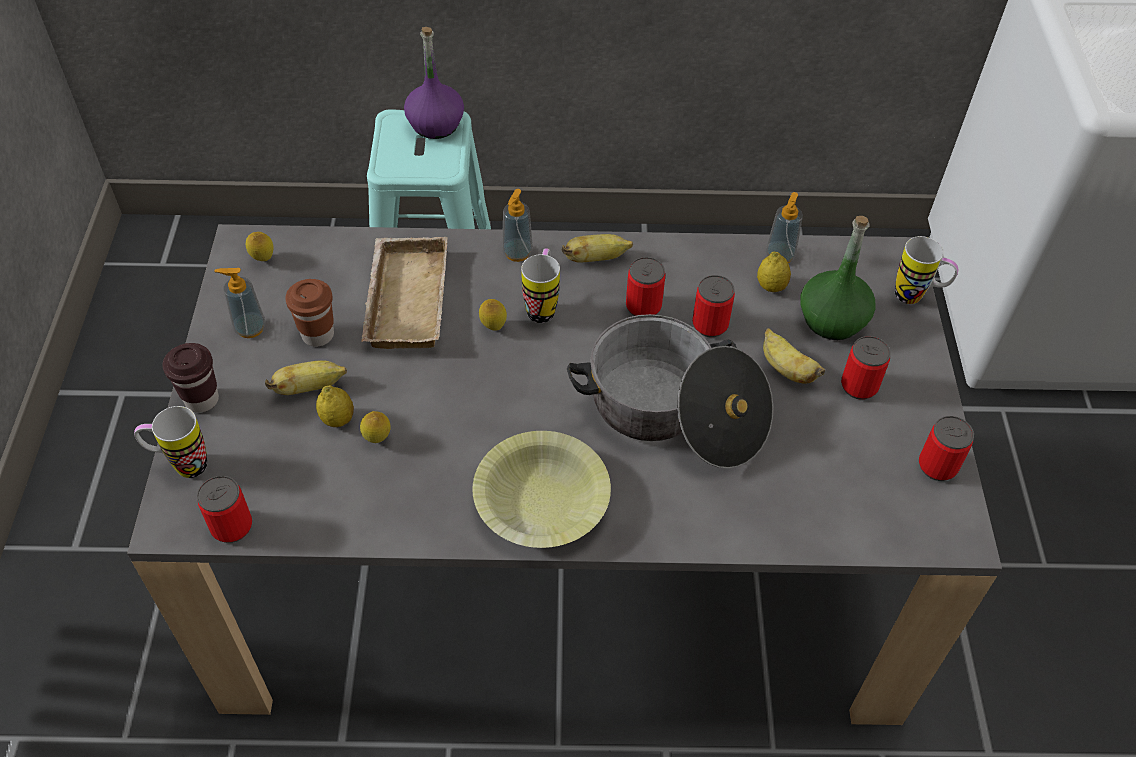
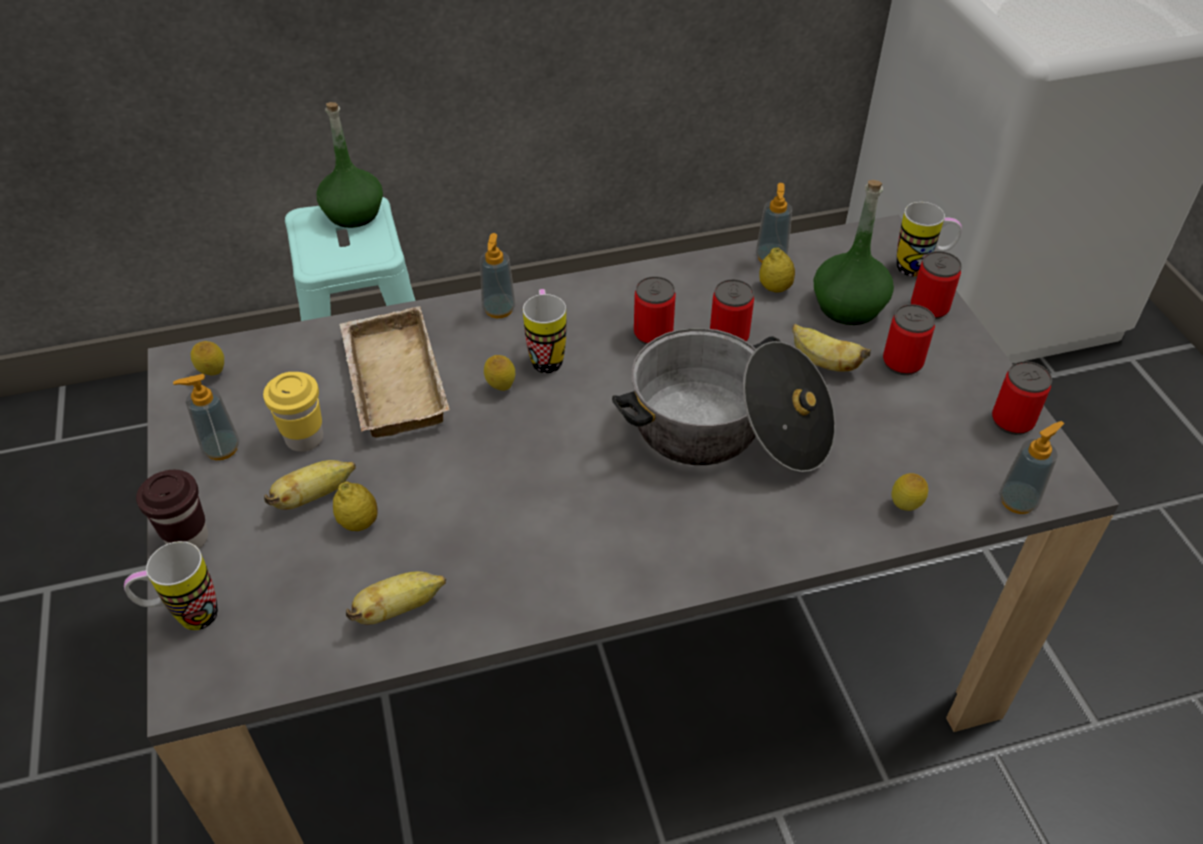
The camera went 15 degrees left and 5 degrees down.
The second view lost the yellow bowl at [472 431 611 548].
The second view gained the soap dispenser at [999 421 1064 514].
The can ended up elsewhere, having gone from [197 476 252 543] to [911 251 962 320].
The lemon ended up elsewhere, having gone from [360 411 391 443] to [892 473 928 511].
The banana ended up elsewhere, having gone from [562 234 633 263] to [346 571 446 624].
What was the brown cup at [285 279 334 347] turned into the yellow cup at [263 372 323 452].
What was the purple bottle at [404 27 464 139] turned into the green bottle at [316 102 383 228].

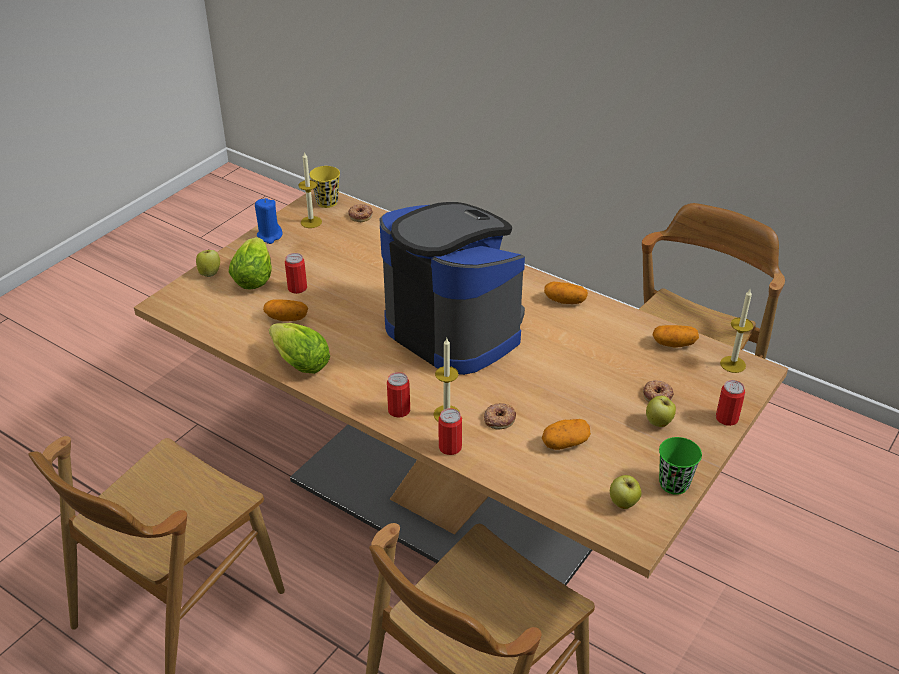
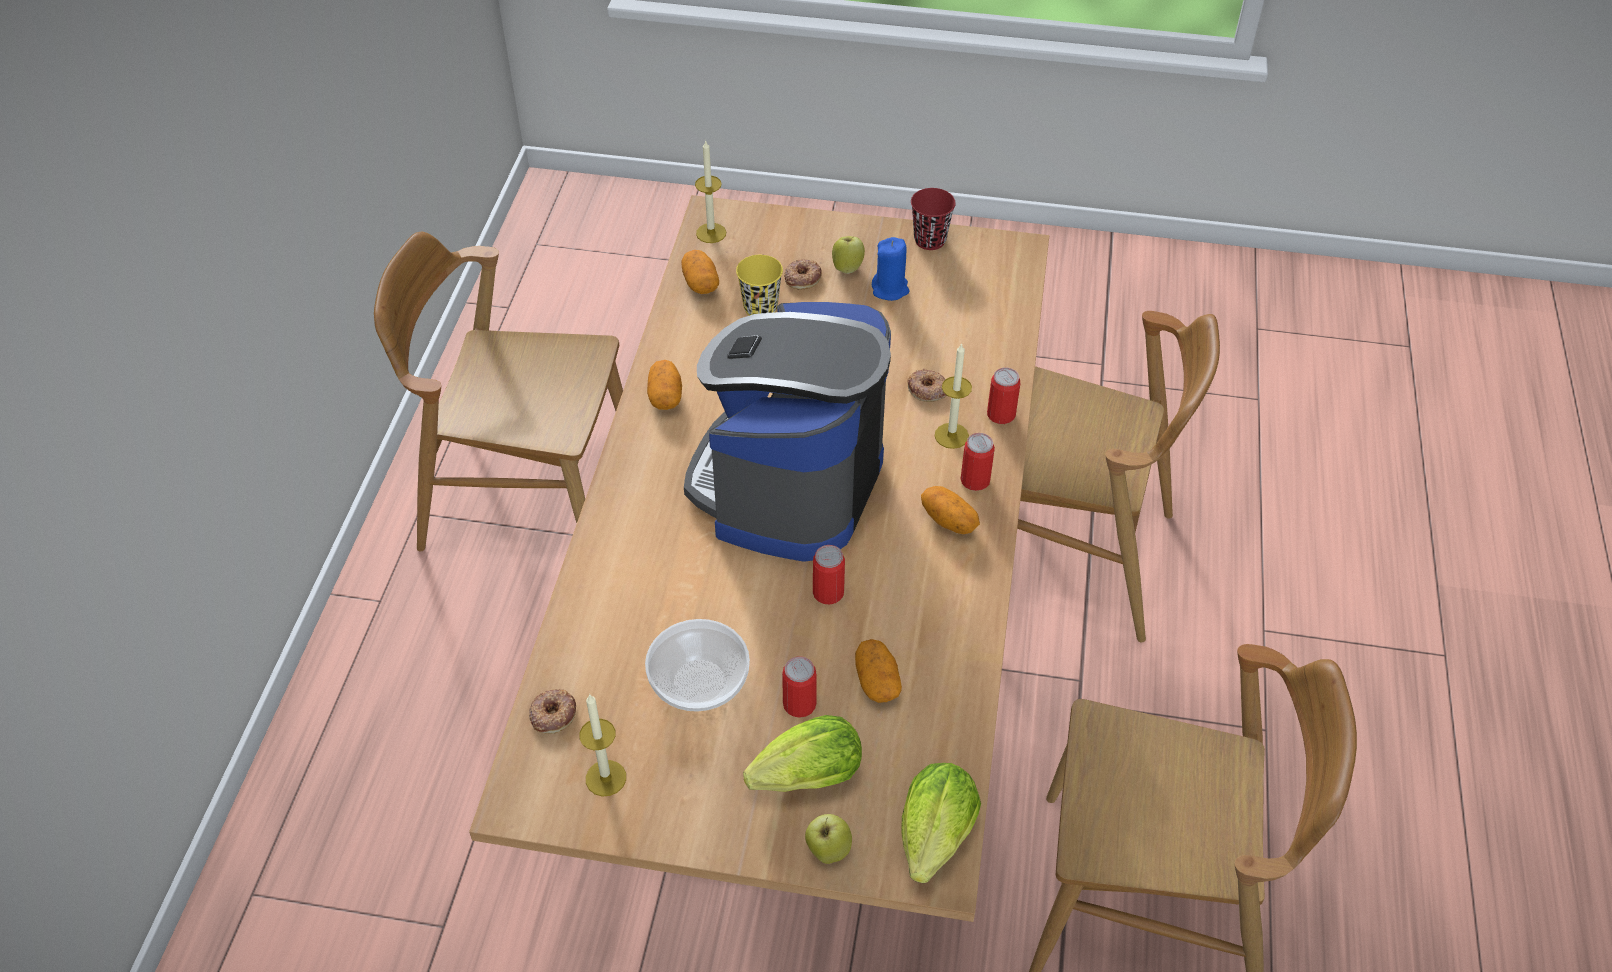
The camera went 115 degrees left and 10 degrees up.
The second view lost the apple at [610 475 641 509].
The second view gained the bowl at [645 619 750 712].
The blue candle ended up elsewhere, having gone from [255 198 283 244] to [872 237 910 301].
The lettuce ended up elsewhere, having gone from [269 323 330 374] to [901 763 981 883].
The yellow cup ended up elsewhere, having gone from [310 166 340 208] to [736 255 783 316].
The potato ended up elsewhere, having gone from [542 419 591 450] to [921 486 980 534].
The can ended up elsewhere, having gone from [716 380 745 426] to [813 545 845 604].
What was the green cup at [659 437 702 495] turned into the red cup at [911 188 956 250].

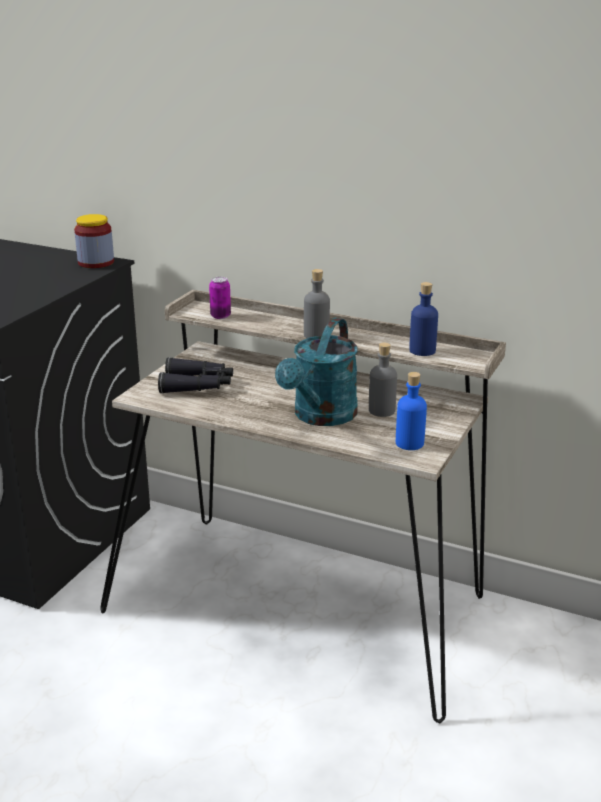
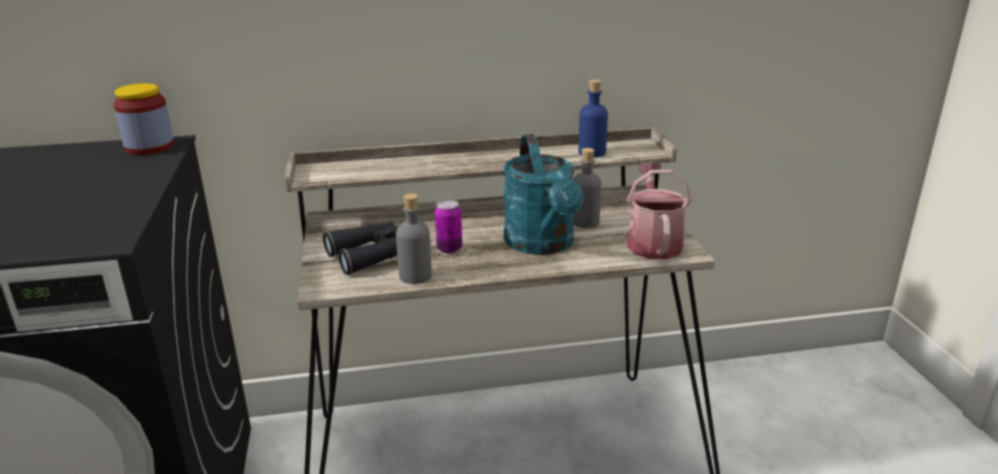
The camera went 35 degrees left and 0 degrees up.
The can ended up elsewhere, having gone from [209 277 231 319] to [435 200 462 254].
The grey bottle ended up elsewhere, having gone from [304 269 330 338] to [396 193 432 284].
Where the blue bottle stood at [396 372 427 450], the watering can came to stand at [627 162 691 259].

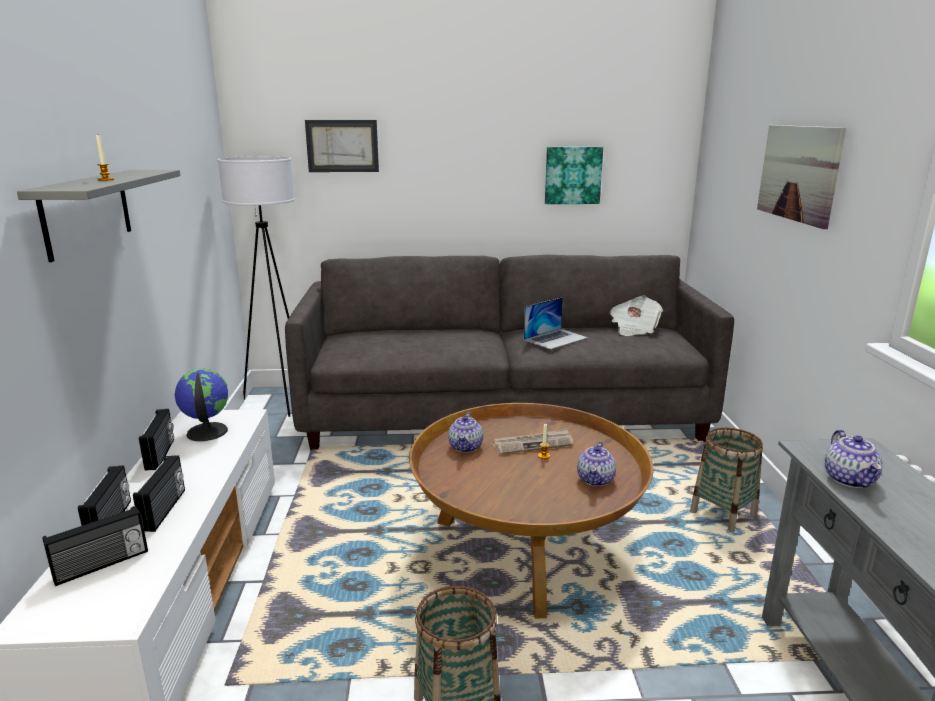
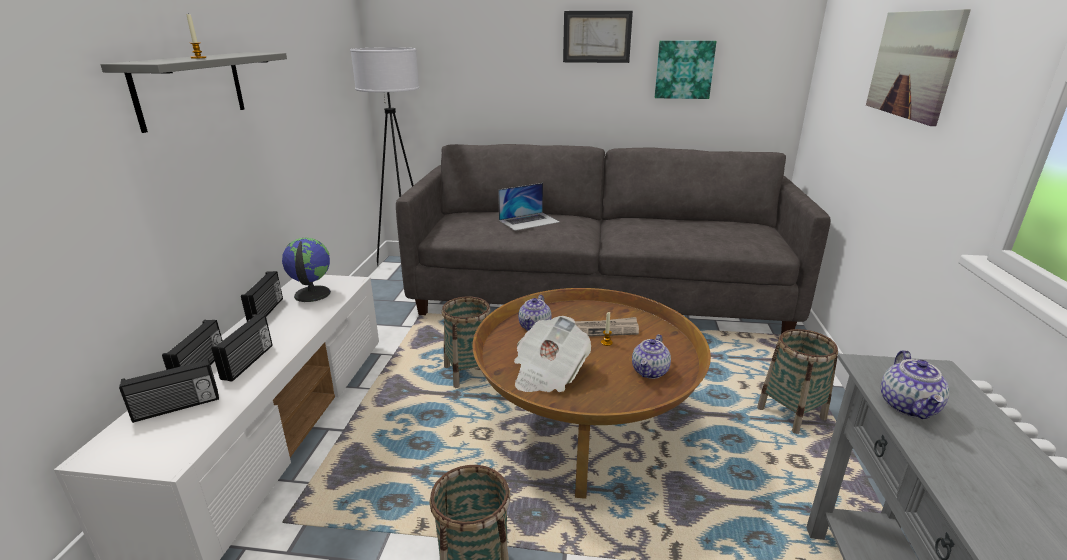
The camera went 10 degrees right and 5 degrees up.
The second view gained the basket at [442 296 491 388].
The picture ended up elsewhere, having gone from [305 120 379 172] to [563 11 633 63].
The laptop ended up elsewhere, having gone from [524 297 588 349] to [498 183 559 231].
The newspaper ended up elsewhere, having gone from [610 295 663 336] to [514 316 591 392].

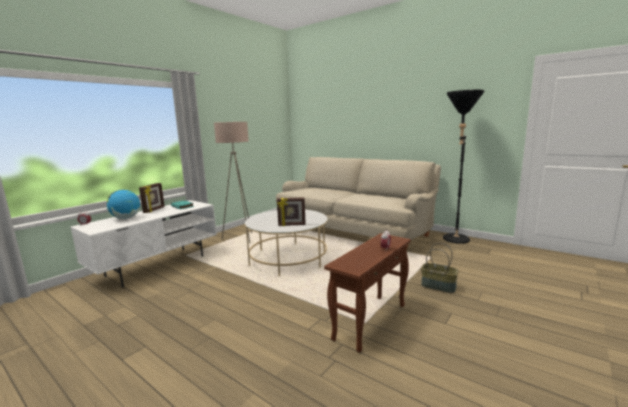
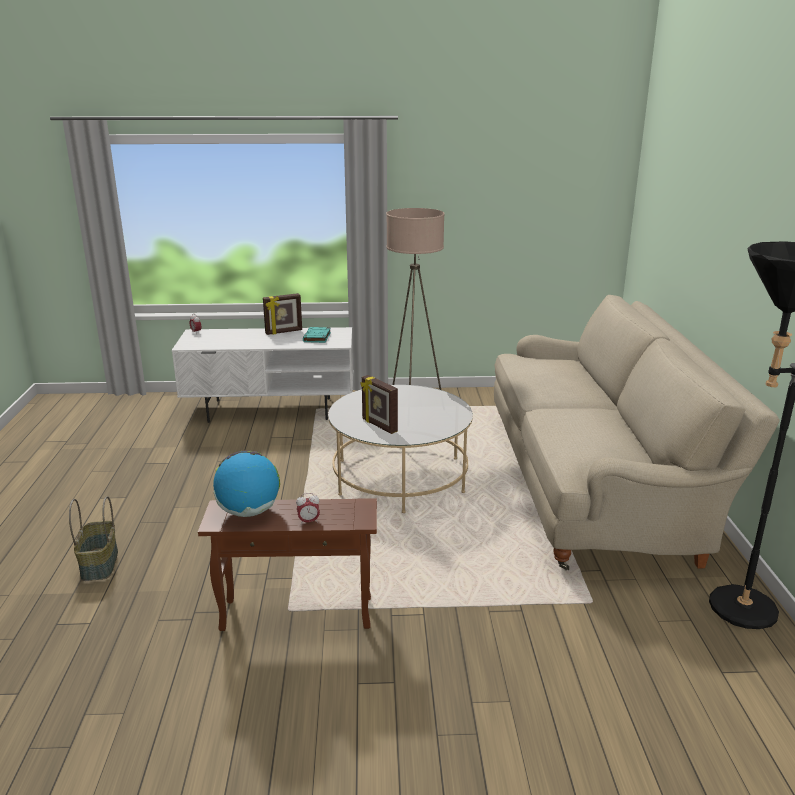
The camera went 50 degrees right and 10 degrees up.
The globe ended up elsewhere, having gone from [107 189 140 219] to [213 450 280 517].
The basket ended up elsewhere, having gone from [421 243 459 293] to [69 496 118 581].

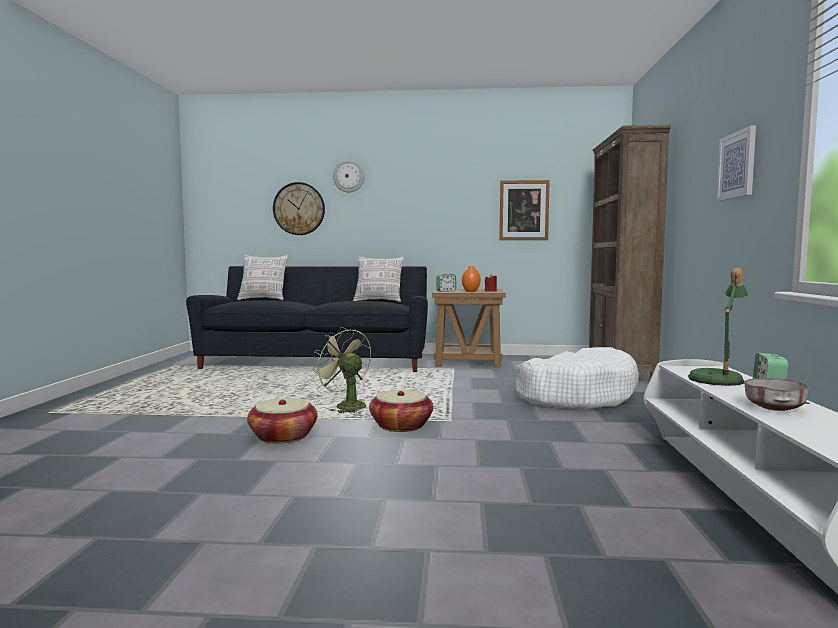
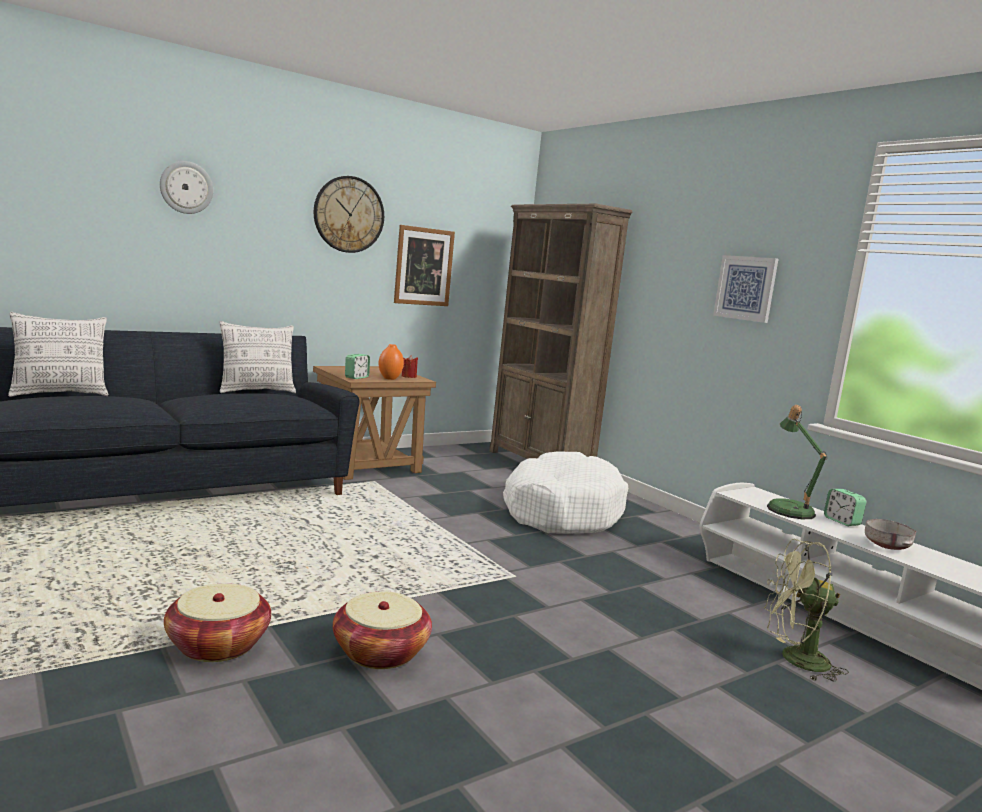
The camera went 40 degrees left and 5 degrees up.
The wall clock ended up elsewhere, having gone from [273 182 325 235] to [313 176 384 253].
The green fan ended up elsewhere, having gone from [313 327 371 413] to [764 539 849 682].
The basket ended up elsewhere, having gone from [369 390 433 432] to [164 584 271 662].

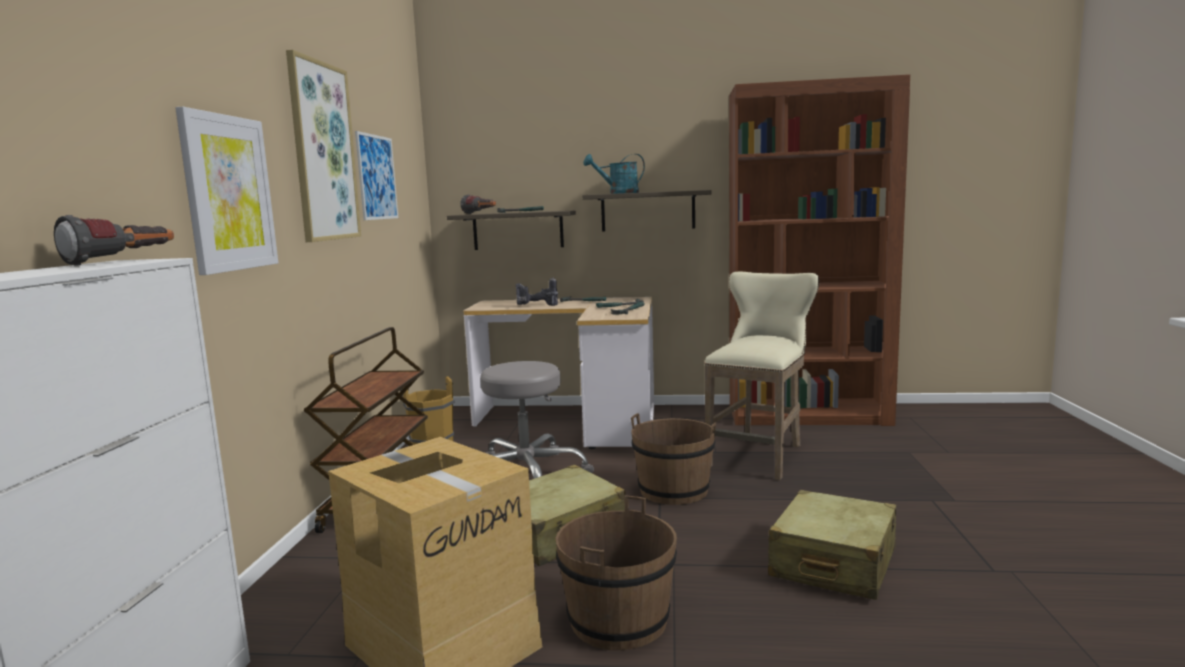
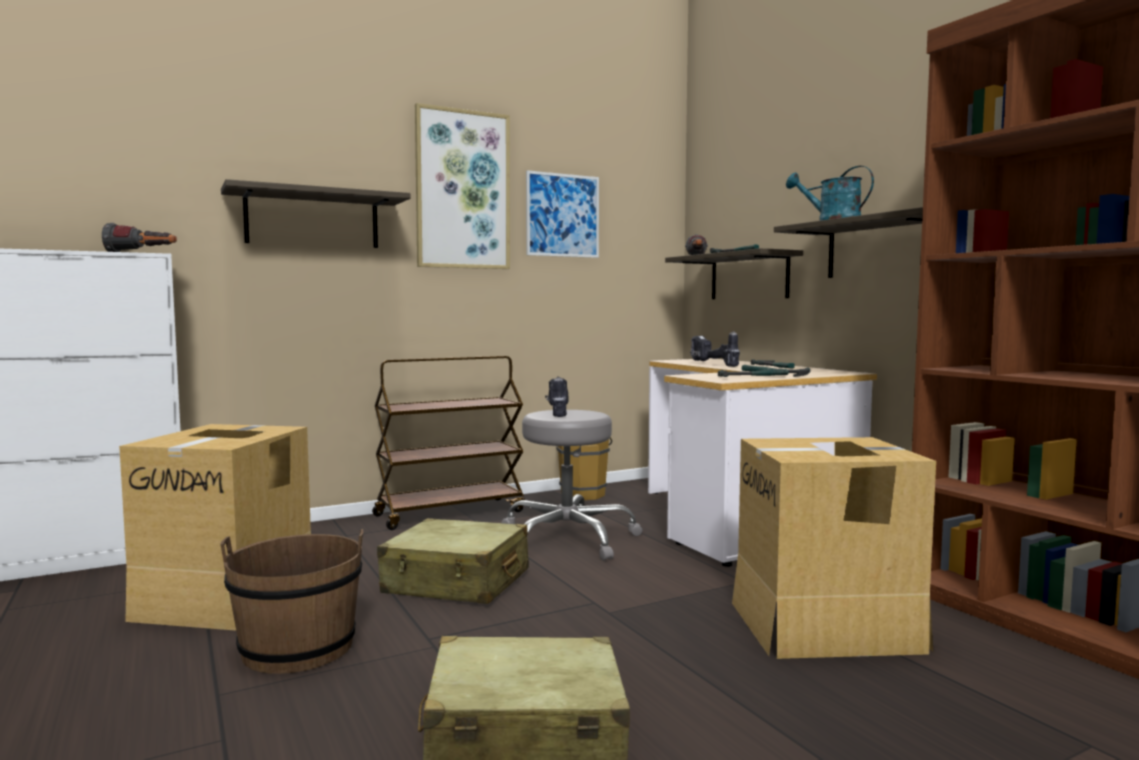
The camera went 55 degrees right and 5 degrees down.
The second view lost the brown bucket at [631 413 716 505].
The second view gained the power drill at [545 376 569 417].
Where the picture hung at [175 107 278 275], the shelf came to hang at [221 179 411 248].
Where the beige stool stood at [704 272 819 480], the cardboard box came to stand at [732 437 936 659].

